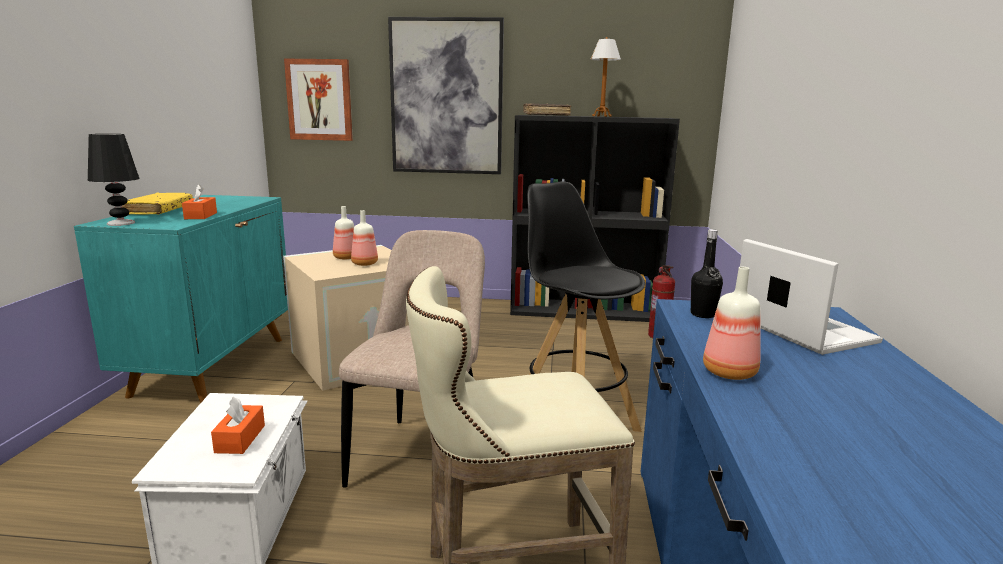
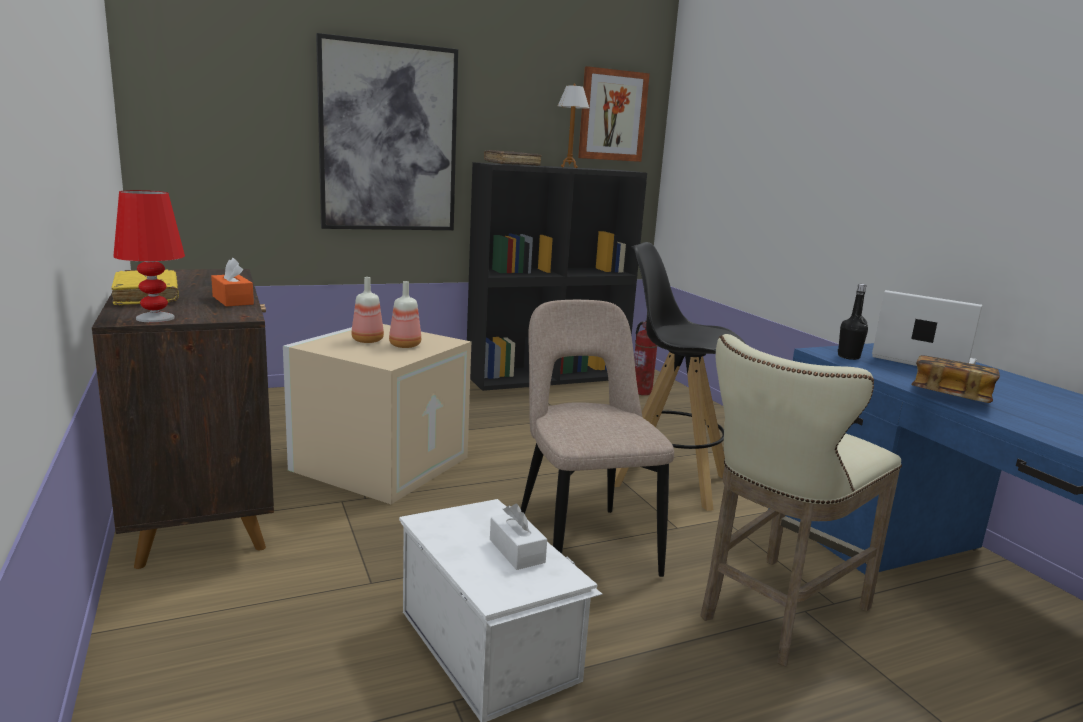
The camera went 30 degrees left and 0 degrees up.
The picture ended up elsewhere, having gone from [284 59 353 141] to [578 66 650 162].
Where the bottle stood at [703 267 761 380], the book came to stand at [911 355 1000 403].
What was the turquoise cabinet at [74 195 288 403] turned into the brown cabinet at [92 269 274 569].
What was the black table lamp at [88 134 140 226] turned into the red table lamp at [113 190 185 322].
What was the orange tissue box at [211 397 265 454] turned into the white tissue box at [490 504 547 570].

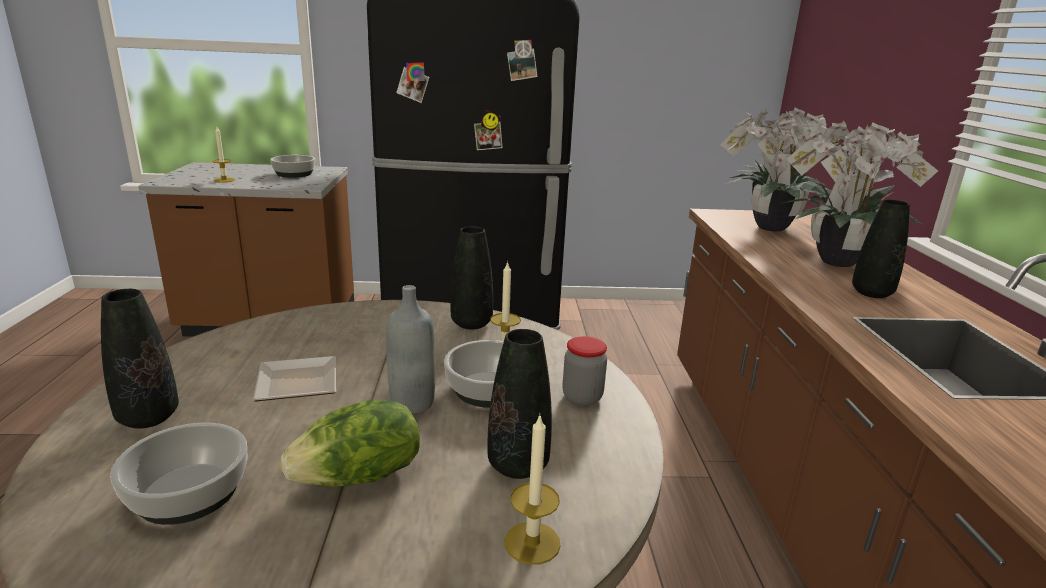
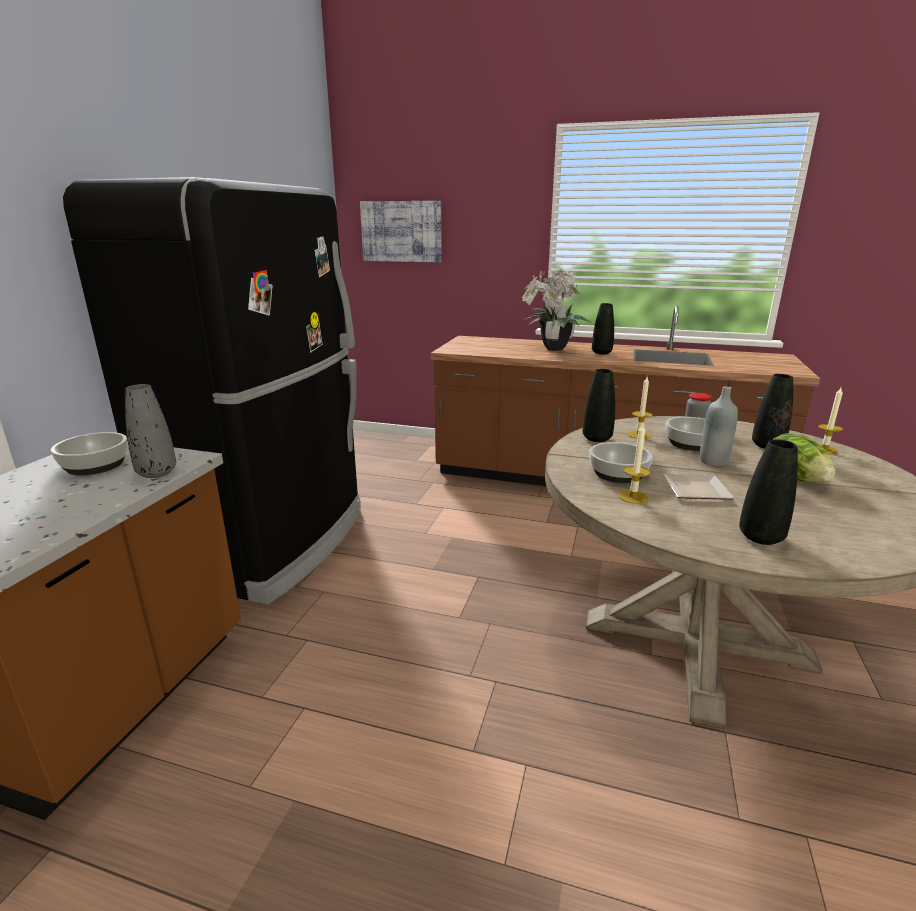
The camera went 70 degrees left and 0 degrees up.
The second view lost the potted plant at [720 107 827 232].
The second view gained the grey vase at [125 384 176 478].
The second view gained the picture at [360 201 442 262].
The bowl ended up elsewhere, having gone from [110 423 247 525] to [589 442 653 483].
The candle ended up elsewhere, having gone from [212 127 235 183] to [618 424 650 504].

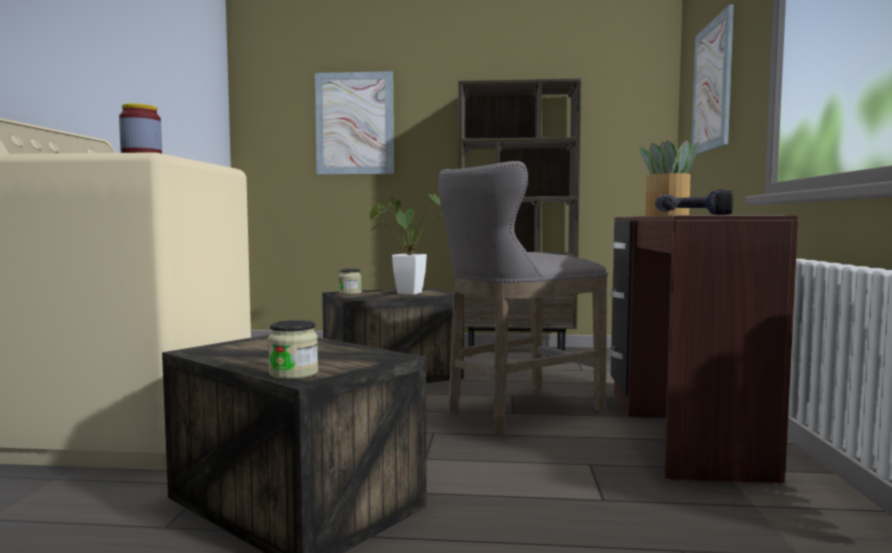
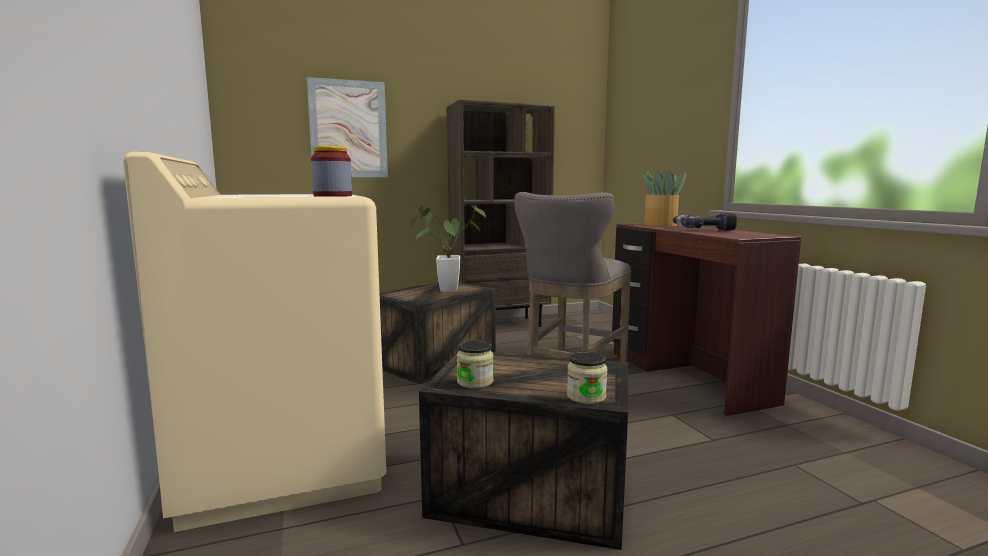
The camera went 25 degrees left and 5 degrees up.
The second view lost the picture at [691 4 734 155].
The jar ended up elsewhere, having gone from [339 269 362 294] to [457 340 494 389].

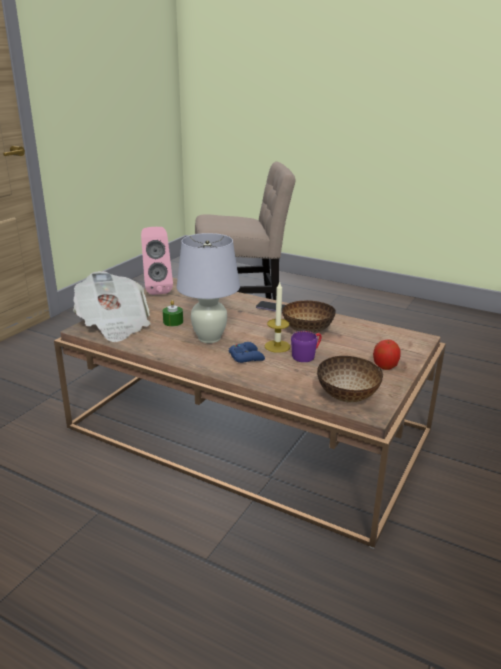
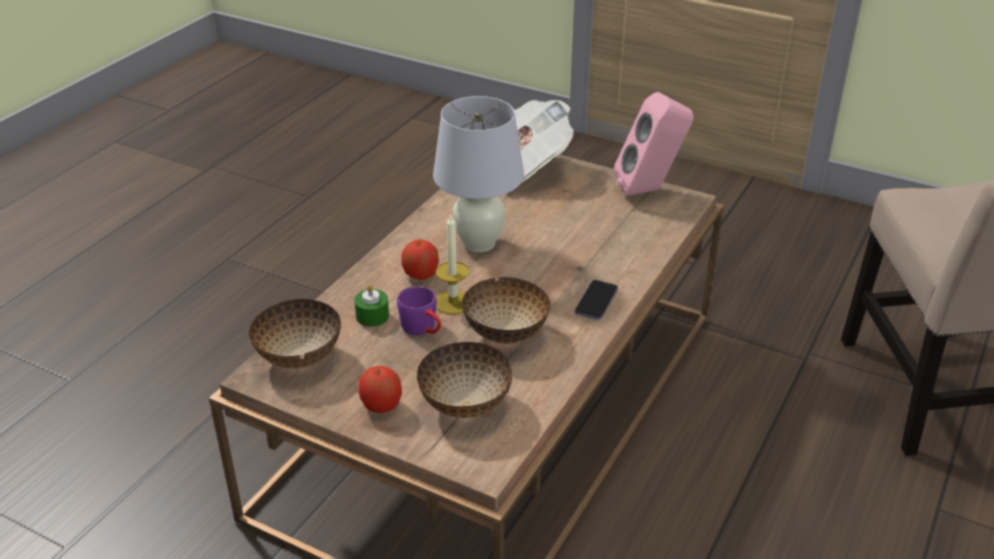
The camera went 90 degrees right and 10 degrees up.
The second view gained the bowl at [417 342 512 418].
The green candle ended up elsewhere, having gone from [163 300 183 326] to [354 284 389 327].
Where the blue game controller stood at [229 342 265 363], the apple came to stand at [401 239 439 280].

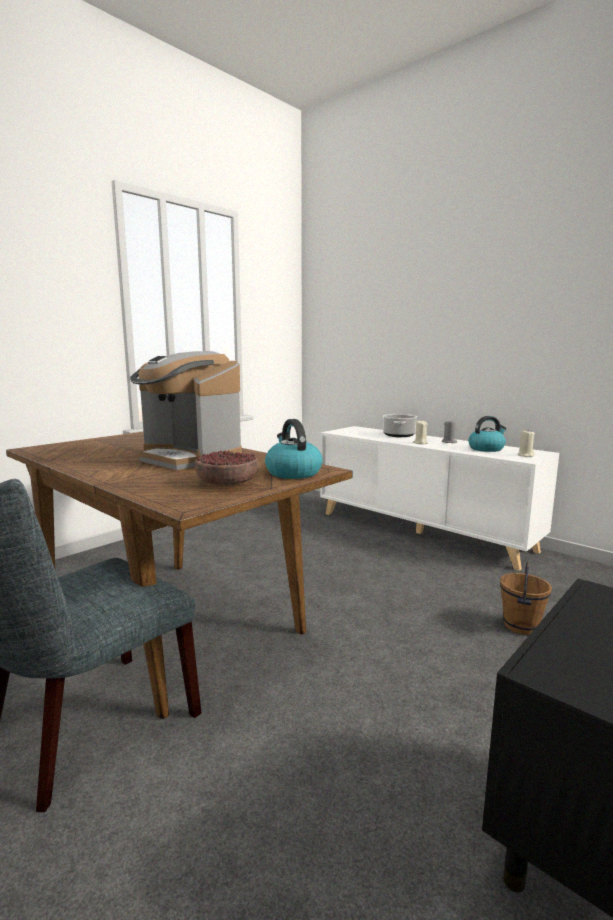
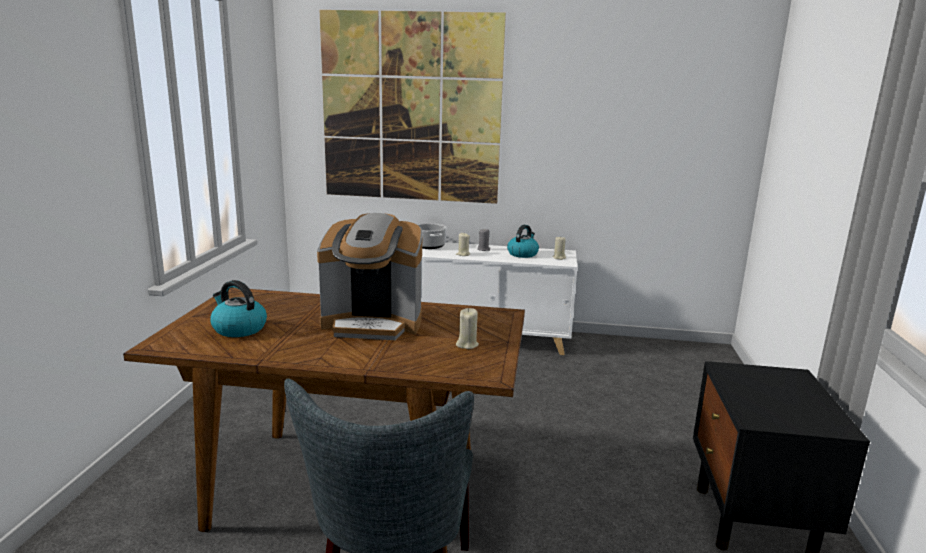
The camera went 35 degrees left and 5 degrees up.
The second view lost the brown bucket at [500 562 552 635].
The second view gained the picture at [320 10 506 204].
The kettle ended up elsewhere, having gone from [265 419 323 479] to [210 280 267 337].
Where the bowl stood at [195 450 258 485], the beige candle came to stand at [456 308 479 349].

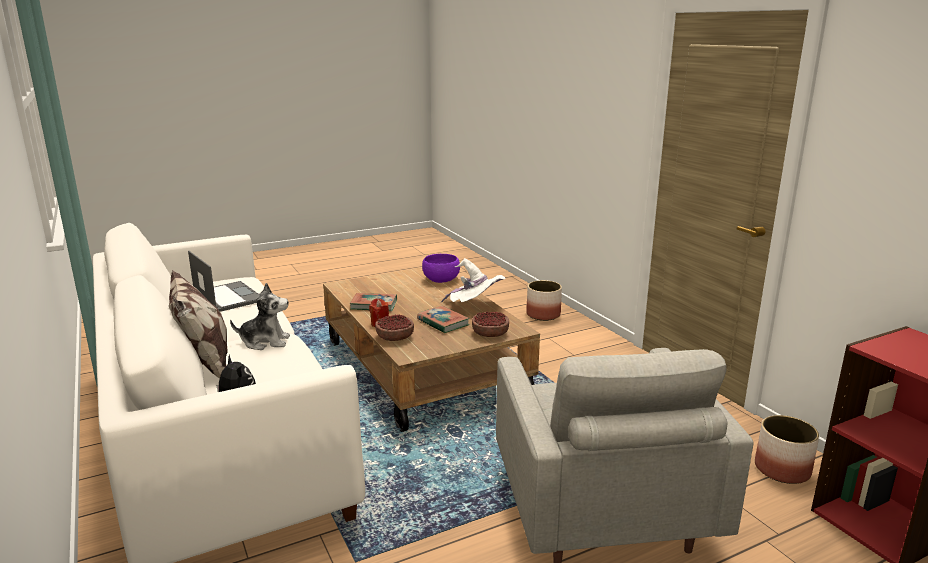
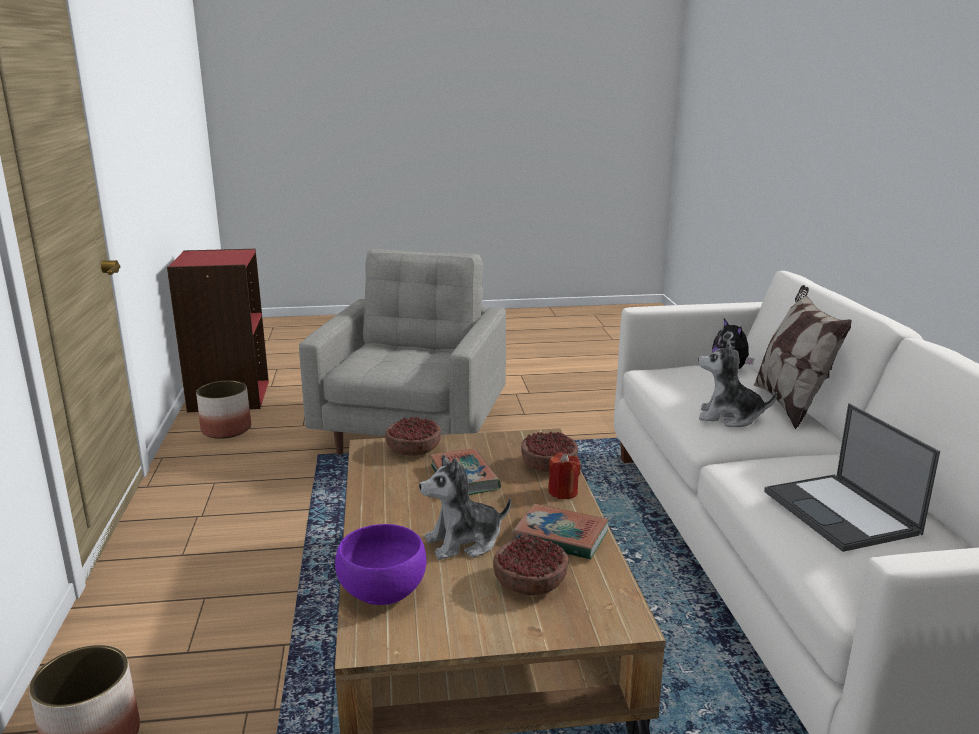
The camera went 160 degrees left and 0 degrees up.
The second view lost the white hat at [441 258 505 302].
The second view gained the plush toy at [419 454 511 560].
The second view gained the bowl at [493 535 568 595].

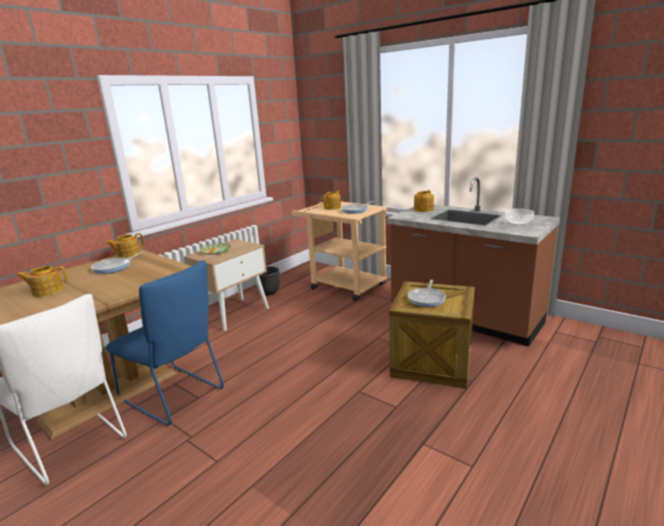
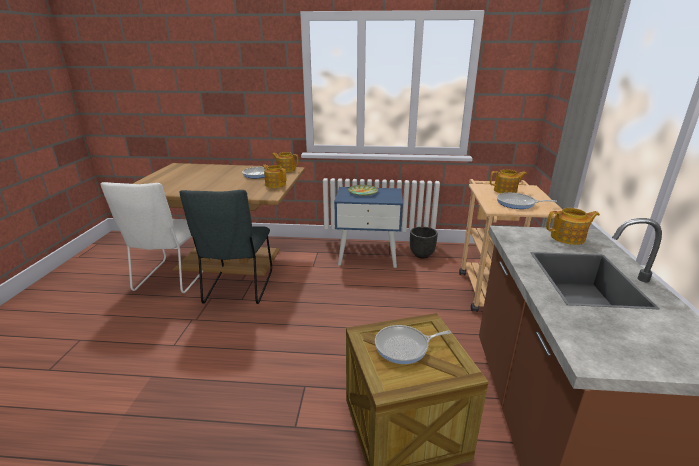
The camera went 55 degrees right and 5 degrees up.
The second view lost the bowl at [505 208 534 225].
The teapot ended up elsewhere, having gone from [16 266 67 297] to [263 165 286 188].
What was the blue chair at [105 260 224 426] turned into the grey chair at [179 190 272 304].
What was the beige nightstand at [184 239 269 331] turned into the blue nightstand at [334 187 403 268].

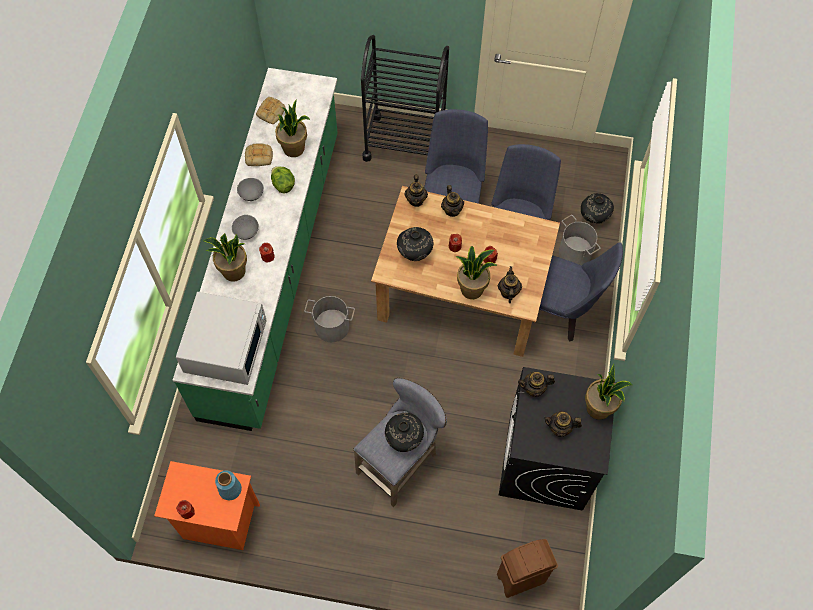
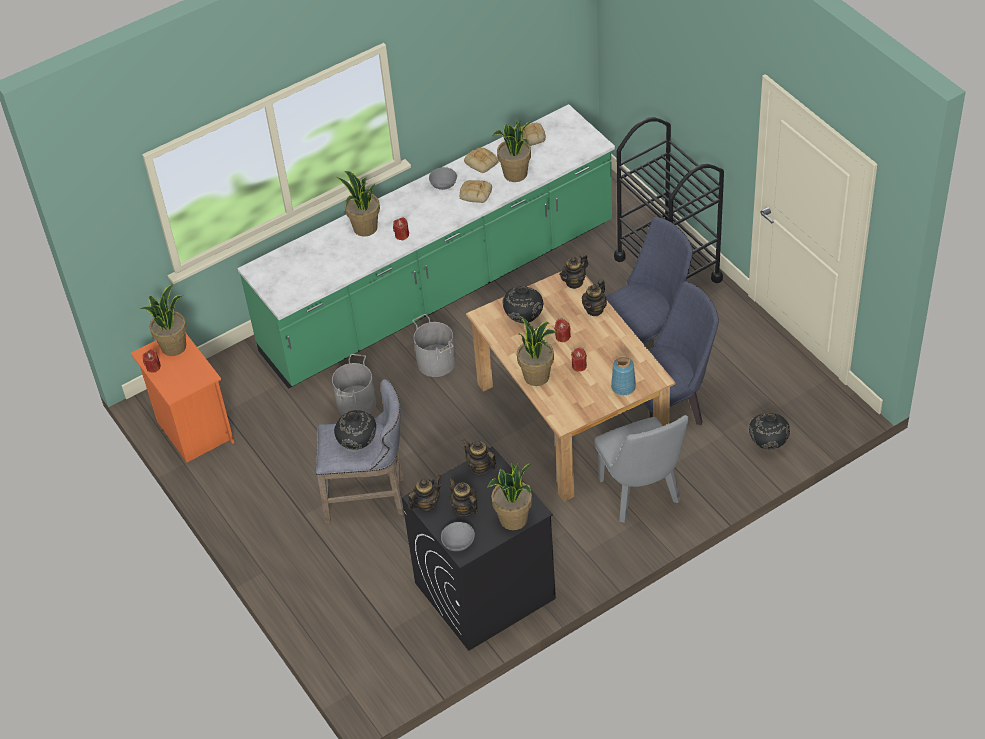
The camera went 50 degrees right and 15 degrees down.
The second view lost the white microwave at [176 292 267 385].
The second view lost the brown trash can at [497 539 558 598].
The second view gained the potted plant at [140 284 187 356].
The blue vase ended up elsewhere, having gone from [215 471 242 500] to [611 356 636 395].
The grey bowl ended up elsewhere, having gone from [232 215 259 240] to [441 522 475 551].
The teapot ended up elsewhere, having gone from [498 266 522 303] to [408 475 441 512].
The grey bucket ended up elsewhere, having gone from [559 215 601 266] to [332 354 376 416].
Where the lettuce stood at [271 166 295 193], the bread came to stand at [460 180 492 203].
What was the blue chair at [539 242 623 342] turned into the grey chair at [594 415 688 523].

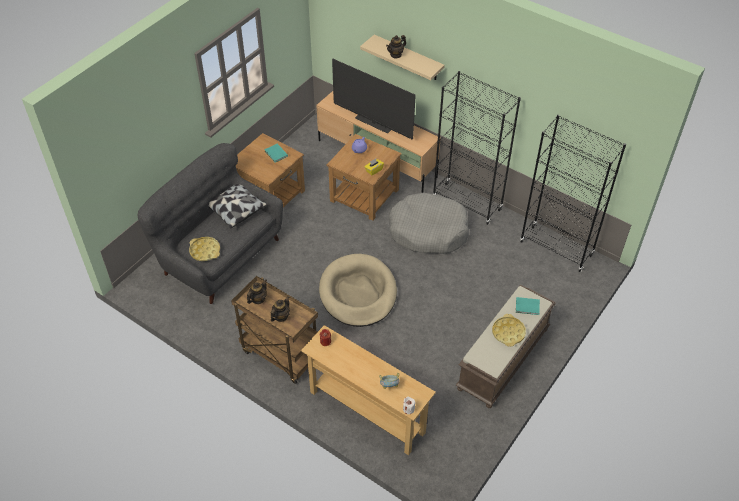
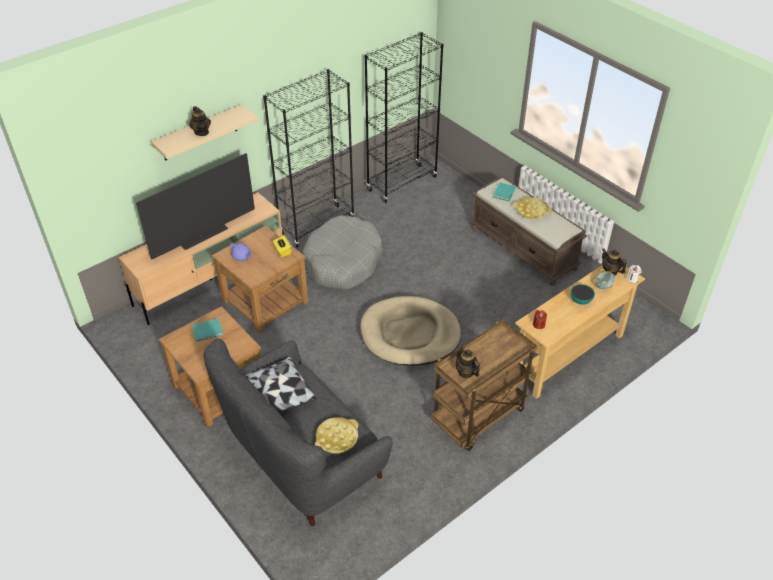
The camera went 75 degrees left and 5 degrees down.
The second view gained the bowl at [571 284 595 305].
The teapot ended up elsewhere, having gone from [271 296 290 322] to [602 248 627 276].

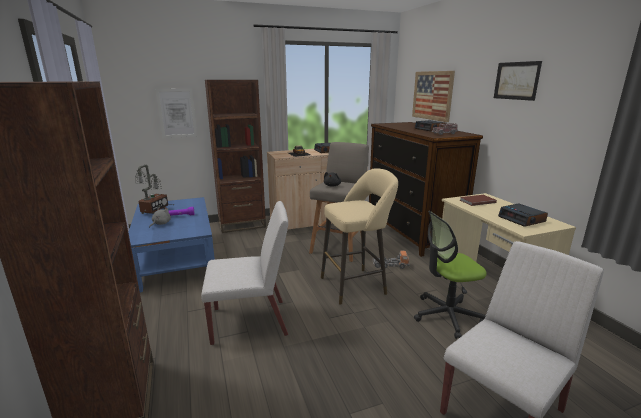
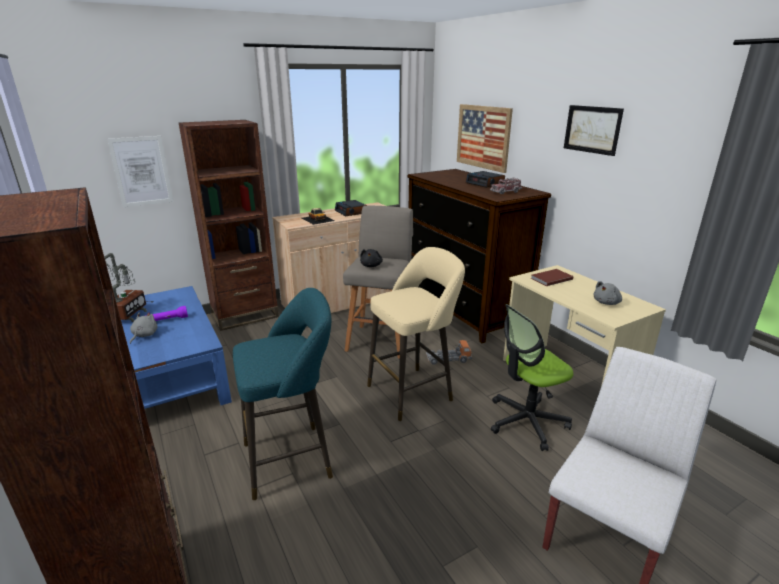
The camera went 10 degrees left and 5 degrees up.
Where the white chair stood at [201 201 288 345], the turquoise stool came to stand at [233 288 333 500].
Where the alarm clock stood at [498 203 548 227], the grey plush toy came to stand at [593 281 622 305].

